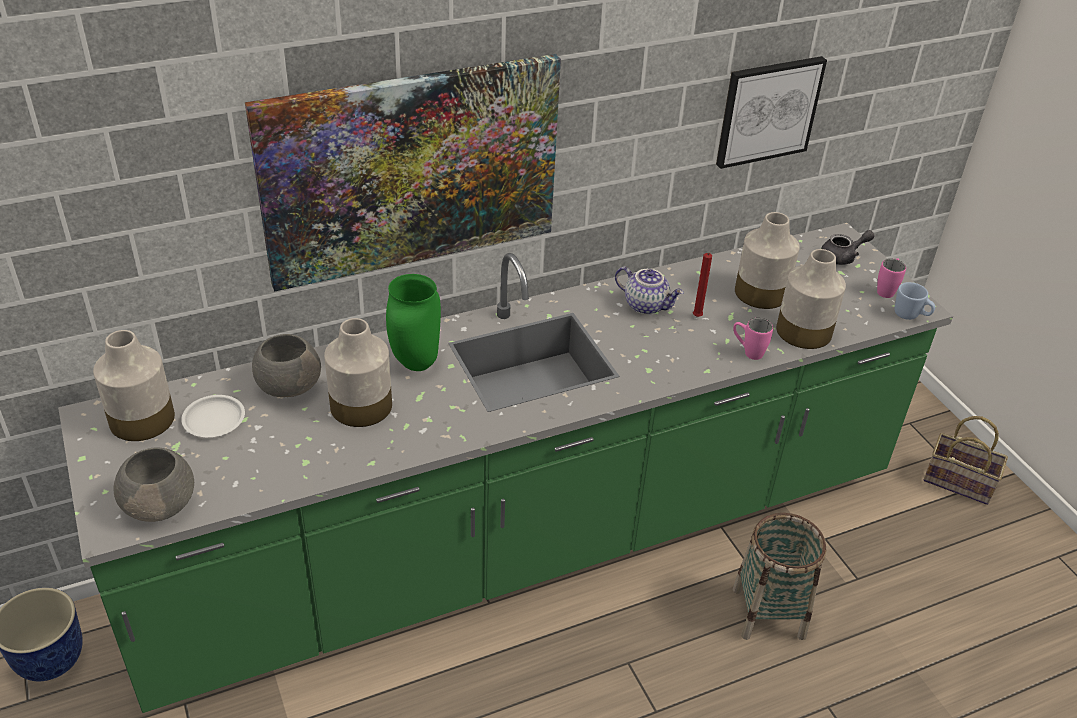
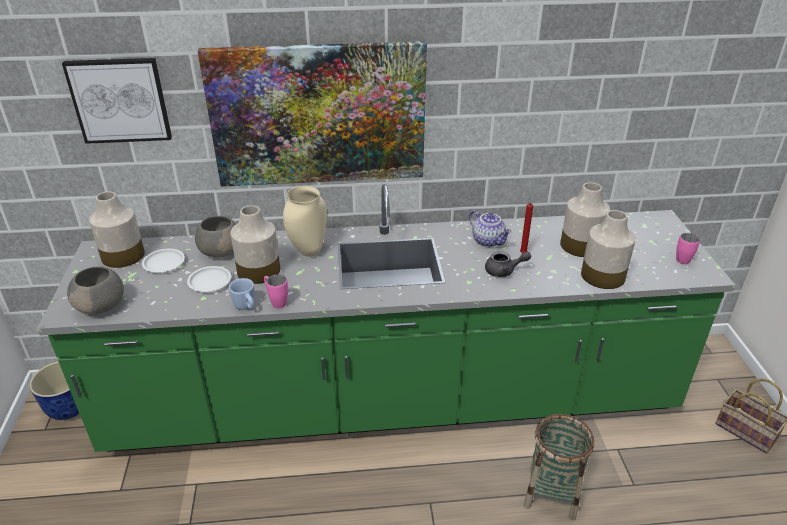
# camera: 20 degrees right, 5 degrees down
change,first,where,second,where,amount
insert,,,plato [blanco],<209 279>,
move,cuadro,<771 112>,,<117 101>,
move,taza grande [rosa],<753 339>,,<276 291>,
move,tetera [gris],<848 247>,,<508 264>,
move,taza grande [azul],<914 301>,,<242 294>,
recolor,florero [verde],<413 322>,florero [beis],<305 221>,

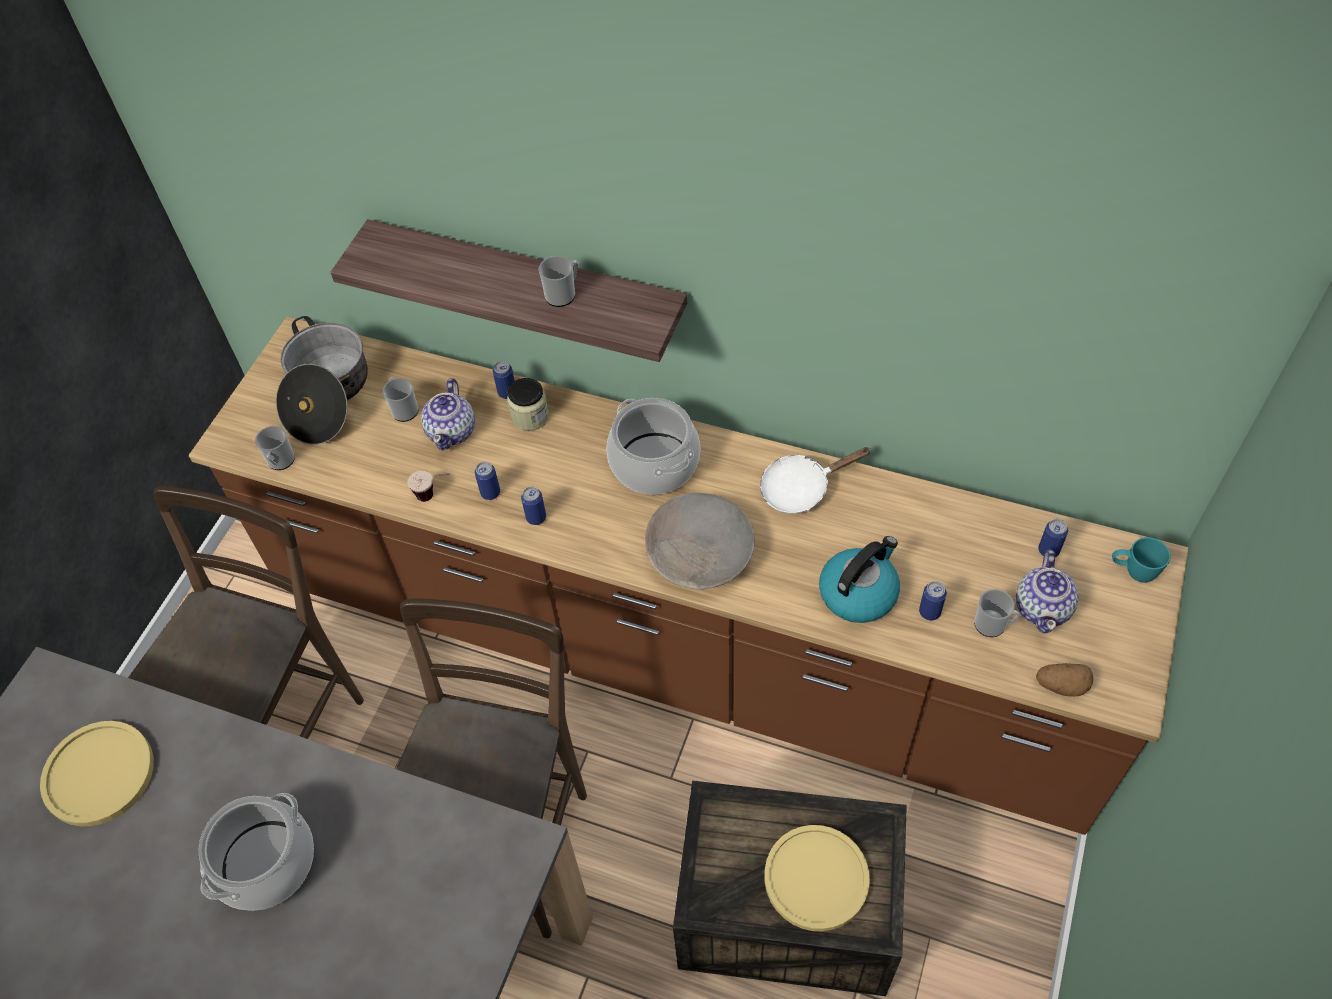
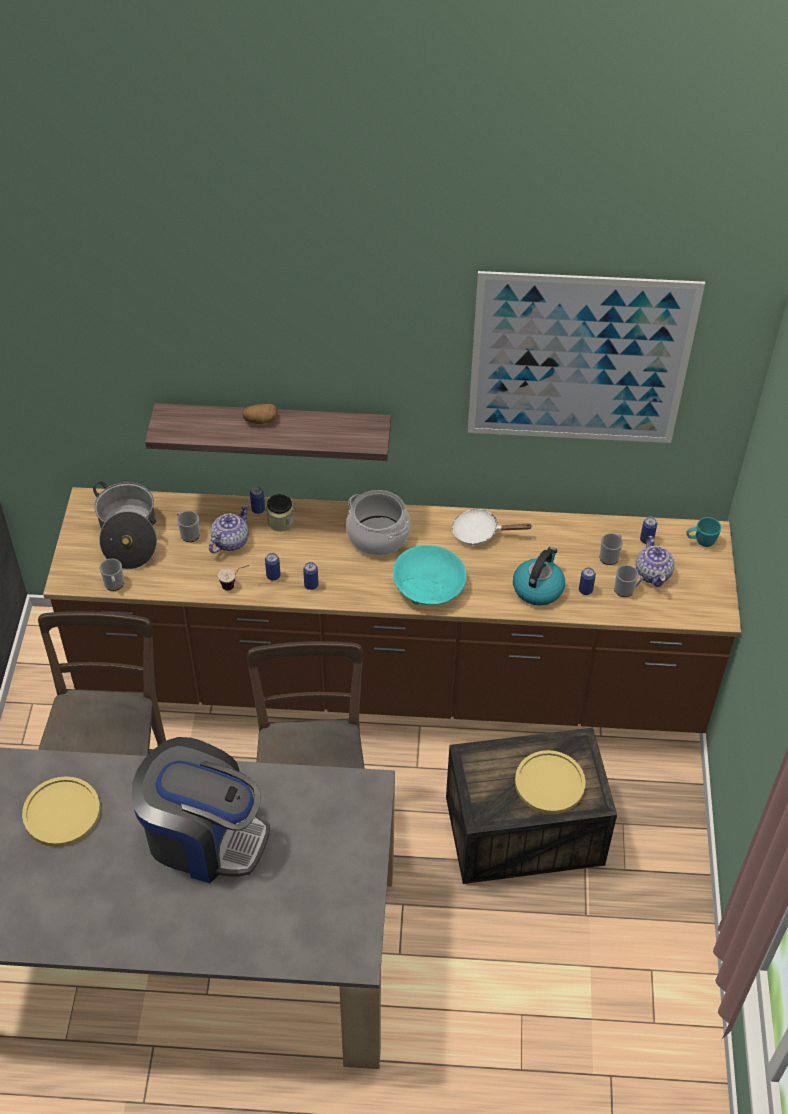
# camera: 20 degrees left, 5 degrees down
change,first,where,second,where,amount
insert,,,cuadro,<586 357>,
move,taza grande,<559 281>,,<611 549>,
move,patata,<1064 680>,,<260 414>,
replace,olla,<256 852>,cafetera,<201 810>,
recolor,cuenco [beis],<700 541>,cuenco [turquesa],<430 575>,
rotate,tetera,<448 414>,,<229 528>,135 degrees counterclockwise
rotate,sartén [blanco],<815 480>,,<492 527>,45 degrees clockwise

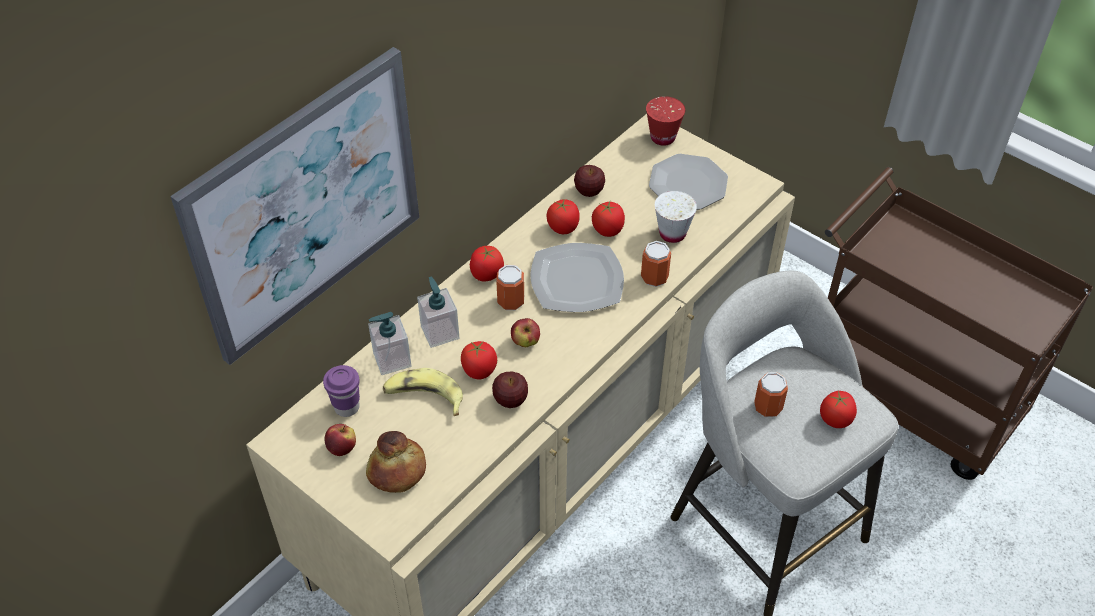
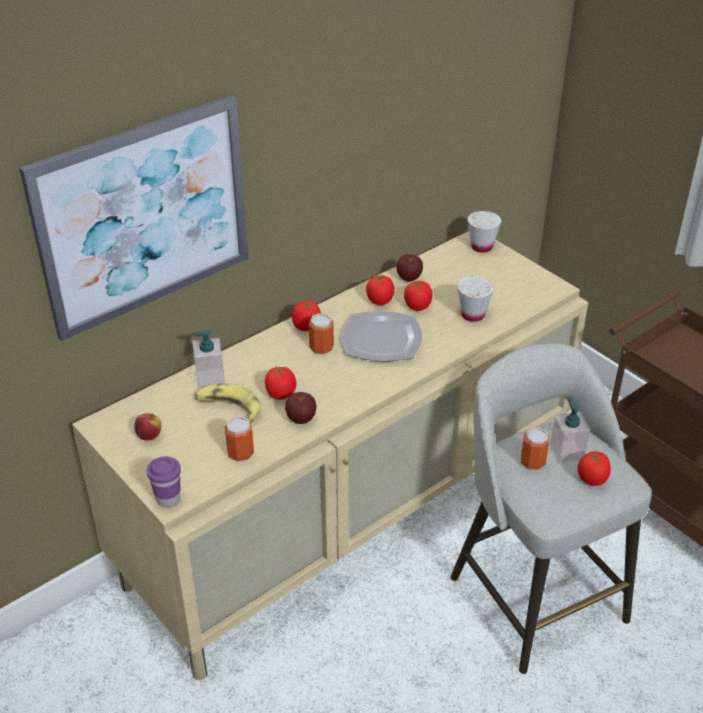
# camera: 10 degrees right, 10 degrees down
change,first,where,second,where,amount
delete,pan,<396 462>,,,
delete,manzana,<525 332>,,,
delete,plato,<688 182>,,,
move,taza [morado],<341 391>,,<164 481>,
move,dispensador de jabón,<438 312>,,<570 430>,
move,lata,<656 264>,,<239 439>,
recolor,taza [rojo],<665 121>,taza [blanco],<484 232>,

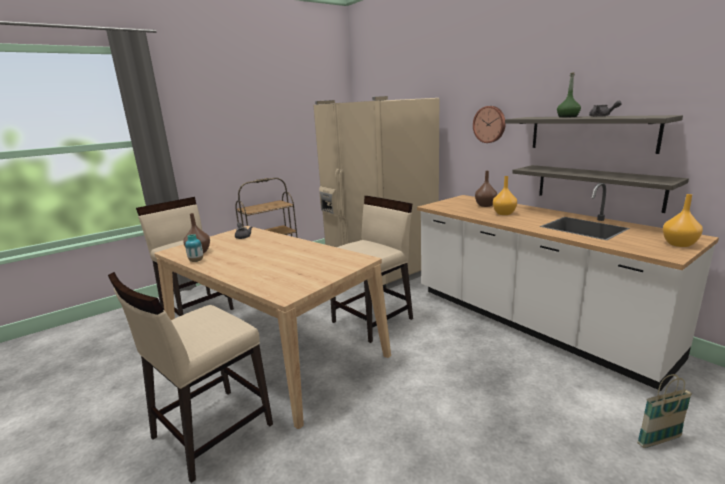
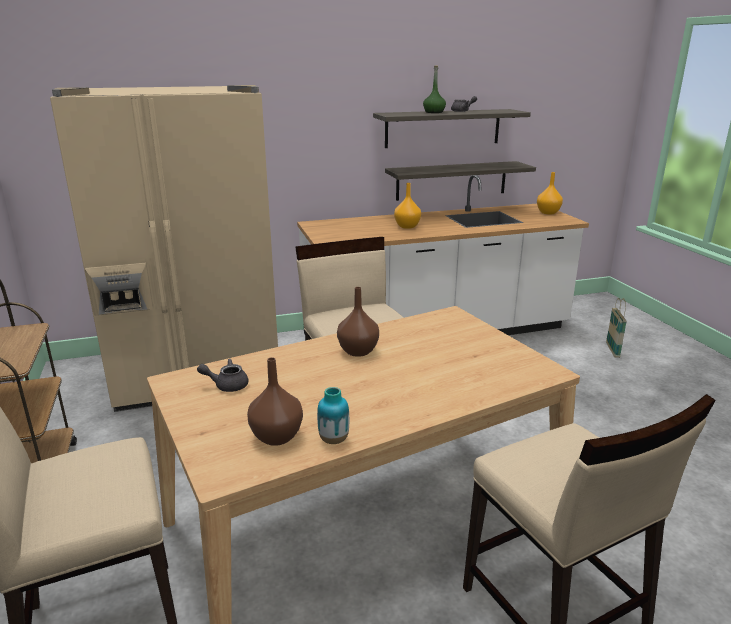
# camera: 70 degrees left, 5 degrees up
change,first,where,second,where,amount
delete,reloj de pared,<489 124>,,,
move,florero [marrón],<486 189>,,<358 322>,

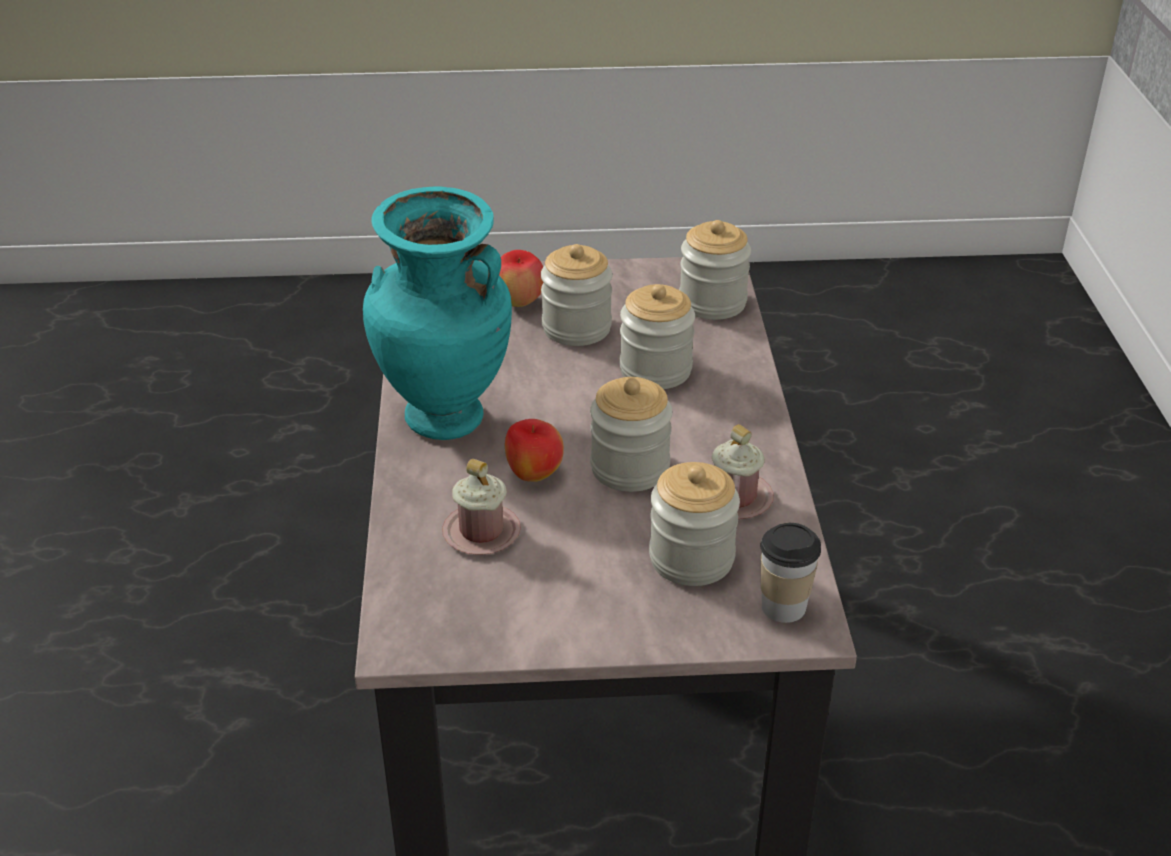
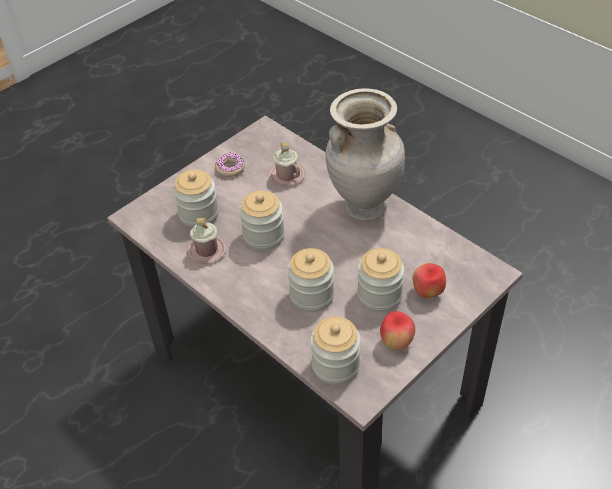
# camera: 140 degrees right, 10 degrees up
change,first,where,second,where,amount
delete,taza,<791 573>,,,
insert,,,rosquilla,<230 165>,
move,manzana,<534 450>,,<397 330>,
recolor,florero [turquesa],<437 313>,florero [beis],<365 154>,

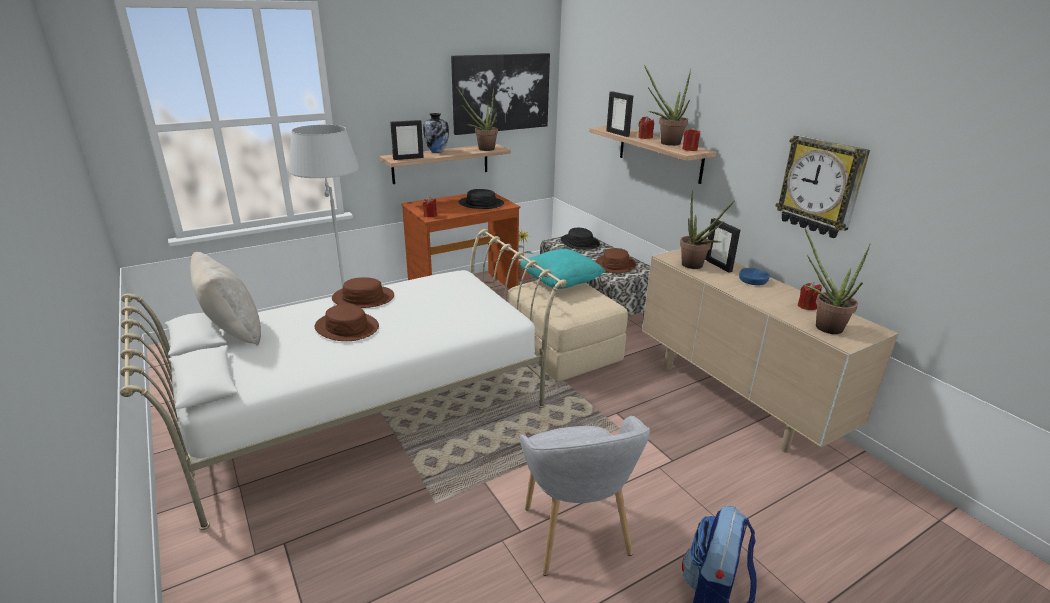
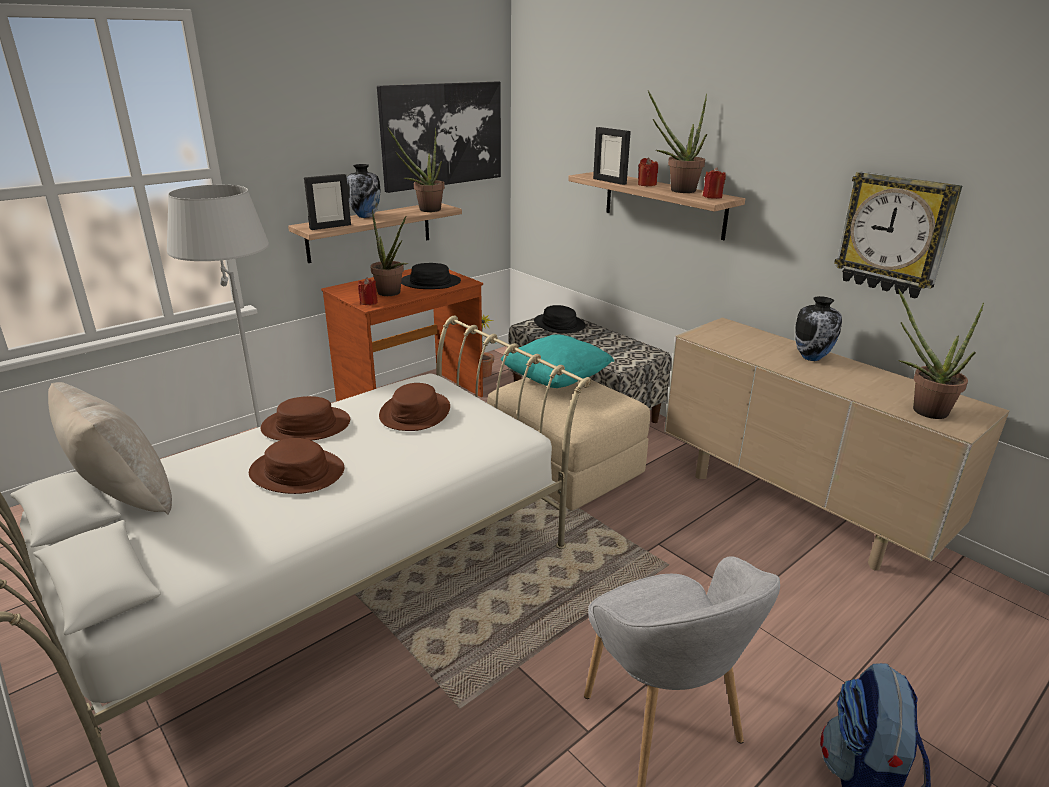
# camera: 10 degrees left, 0 degrees up
change,first,where,second,where,amount
delete,portarretratos,<722 245>,,,
delete,vela [rojo],<810 296>,,,
move,sombrero [marrón],<616 260>,,<414 407>,
move,planta en maceta,<707 229>,,<389 252>,
replace,cuenco [azul],<754 276>,florero,<818 328>,

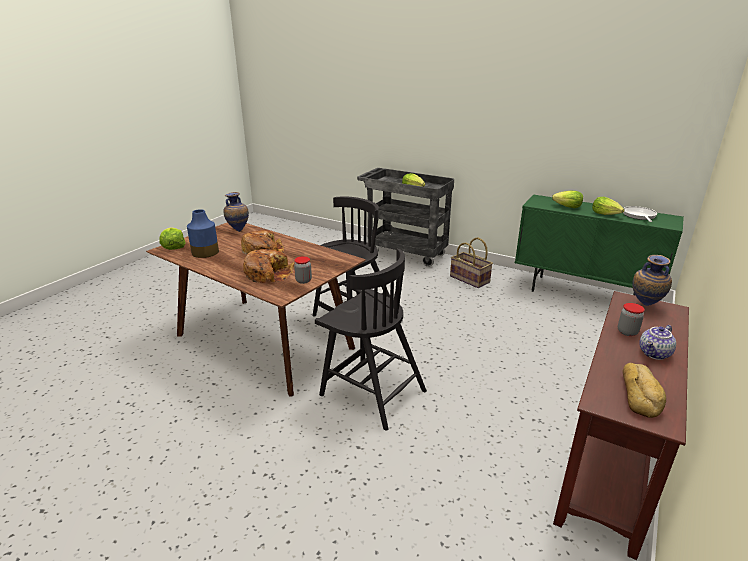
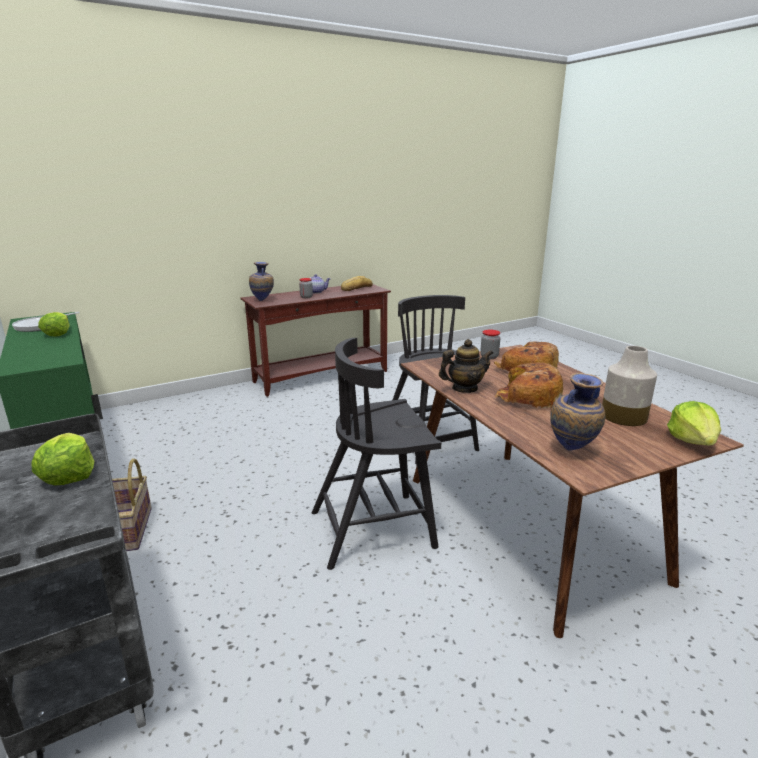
# camera: 150 degrees left, 5 degrees down
change,first,where,second,where,amount
delete,lechuga,<567 199>,,,
insert,,,tetera,<466 366>,
recolor,florero [azul],<203 233>,florero [beis],<629 386>,

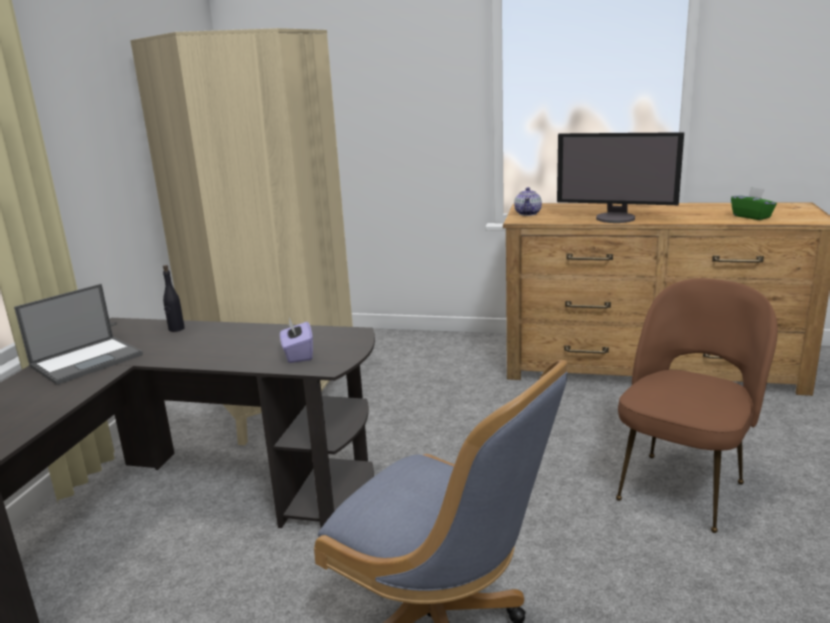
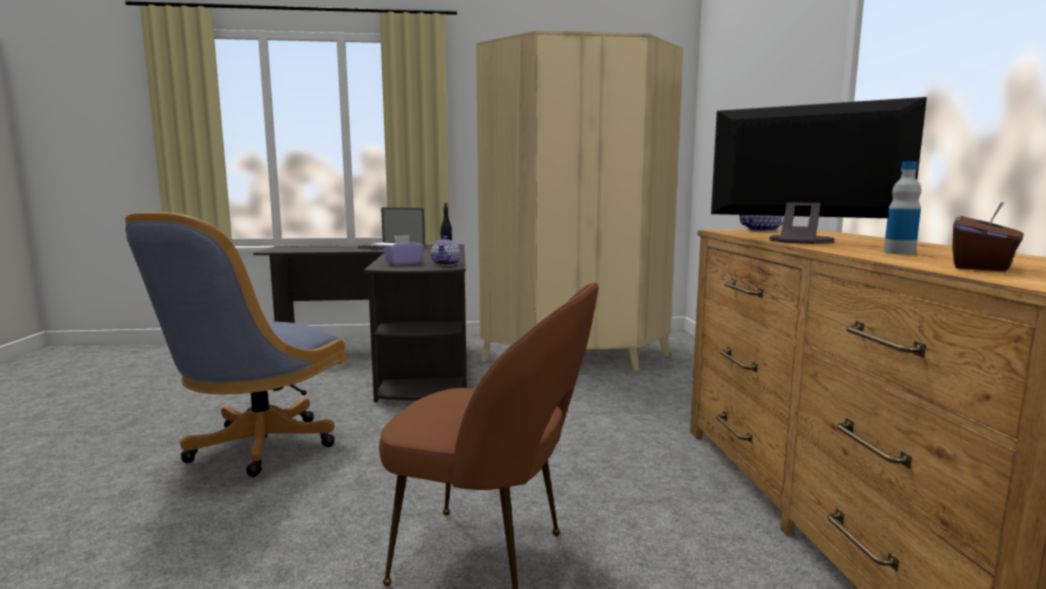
# camera: 70 degrees right, 10 degrees down
change,first,where,second,where,amount
insert,,,tetera,<445 251>,
insert,,,botella,<902 208>,
recolor,caja de pañuelos [verde],<754 203>,caja de pañuelos [marrón],<988 237>,
rotate,monitor,<620 177>,,<819 170>,120 degrees clockwise

